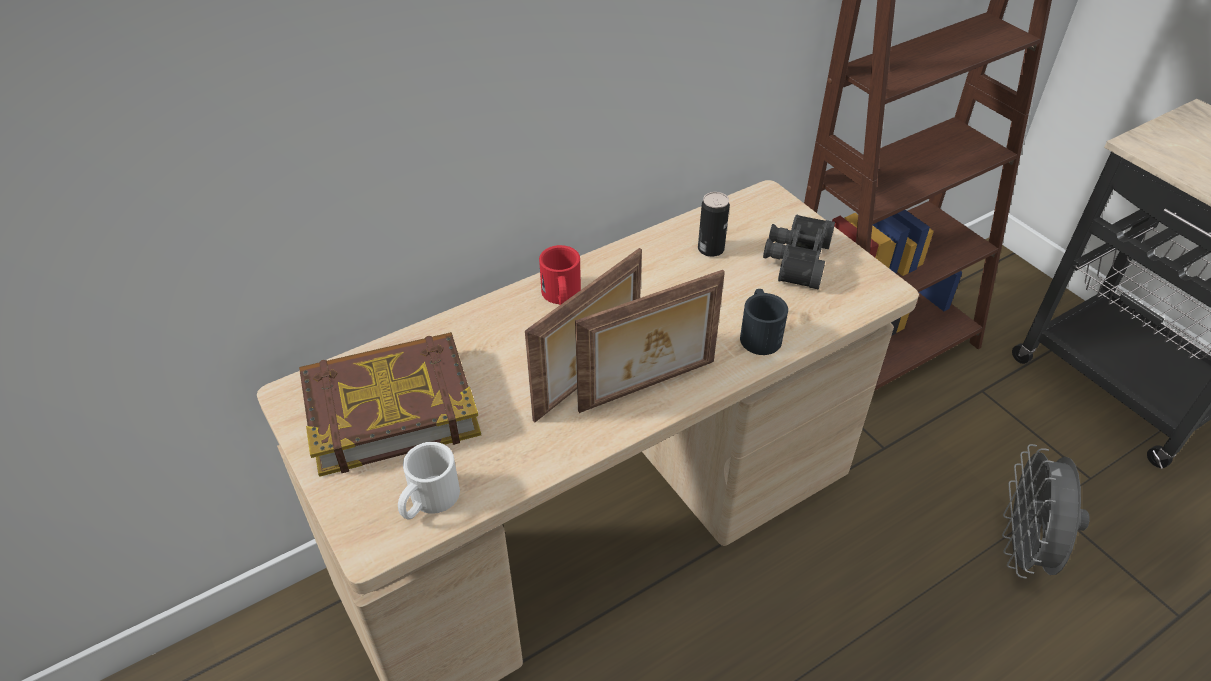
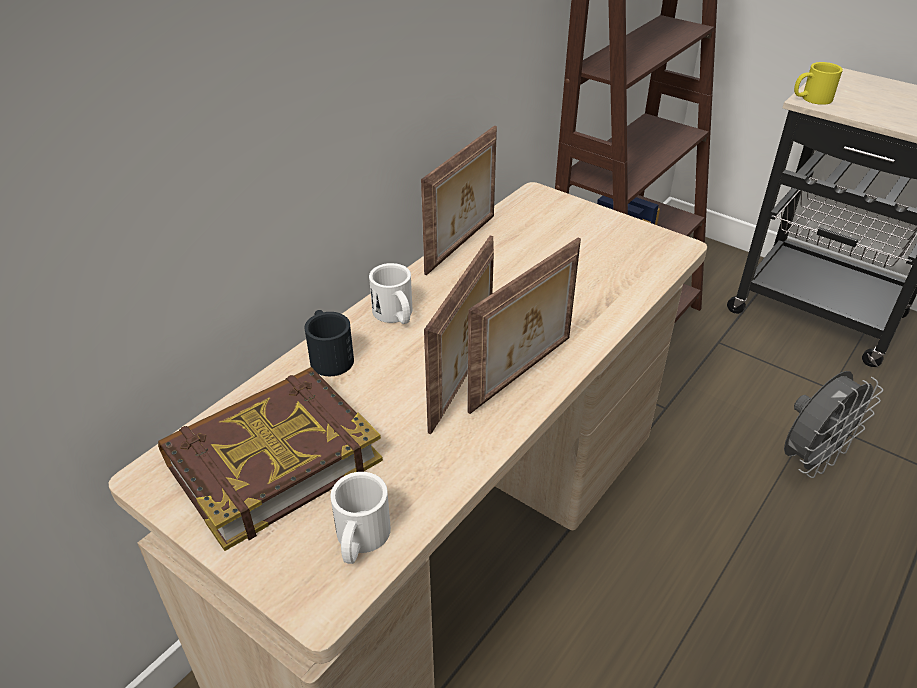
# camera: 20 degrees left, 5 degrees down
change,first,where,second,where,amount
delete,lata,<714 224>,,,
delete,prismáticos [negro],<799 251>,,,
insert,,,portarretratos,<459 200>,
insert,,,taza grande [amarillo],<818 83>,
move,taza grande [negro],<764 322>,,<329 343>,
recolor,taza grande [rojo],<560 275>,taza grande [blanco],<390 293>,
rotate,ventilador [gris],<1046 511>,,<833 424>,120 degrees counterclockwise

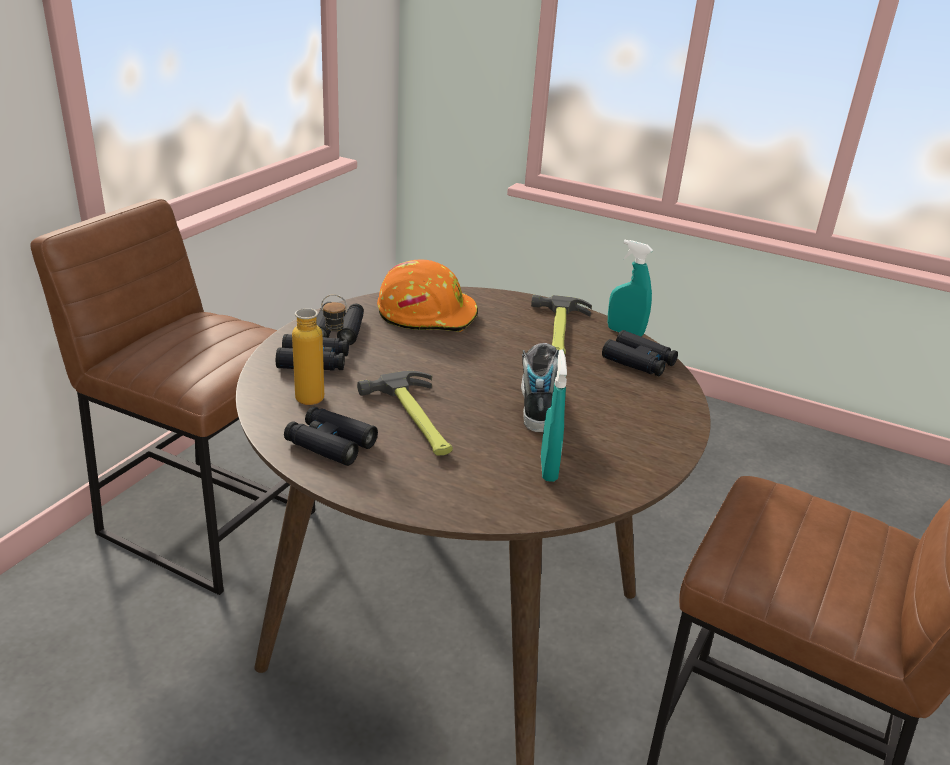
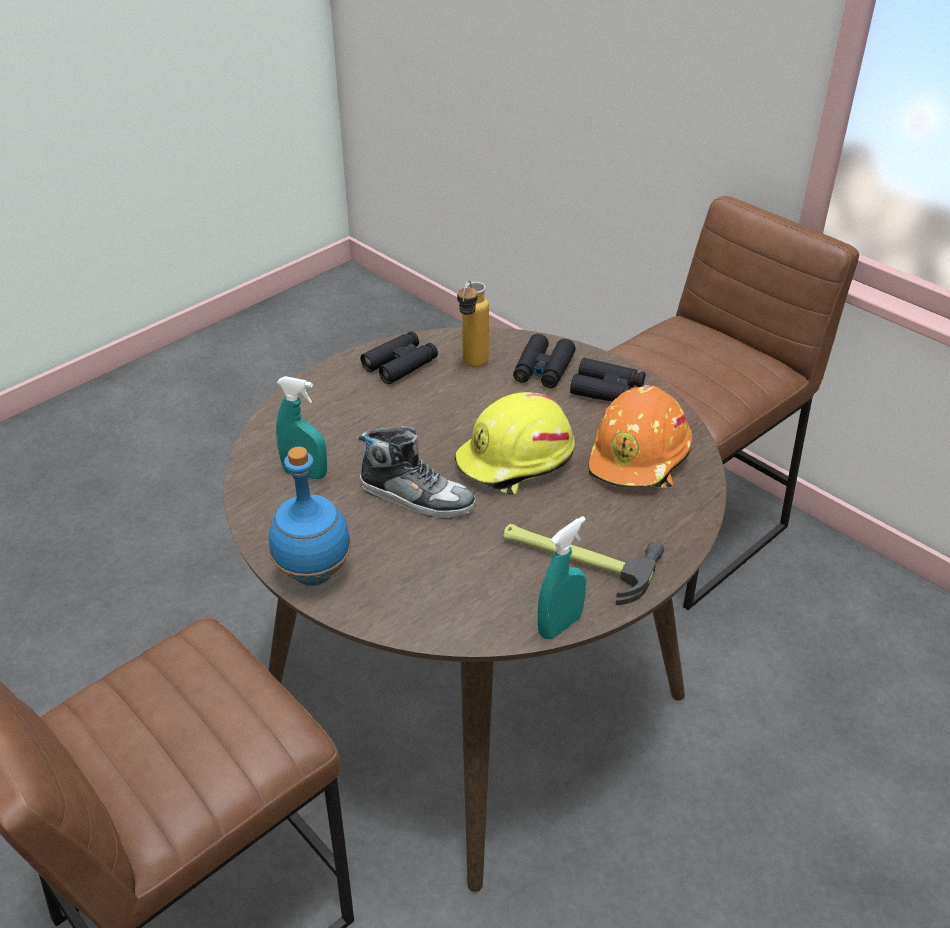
# camera: 110 degrees right, 10 degrees up
change,first,where,second,where,amount
delete,martillo,<405 413>,,,
delete,prismáticos [negro],<640 353>,,,
insert,,,botella [azul],<309 516>,
insert,,,casco [amarillo],<514 443>,

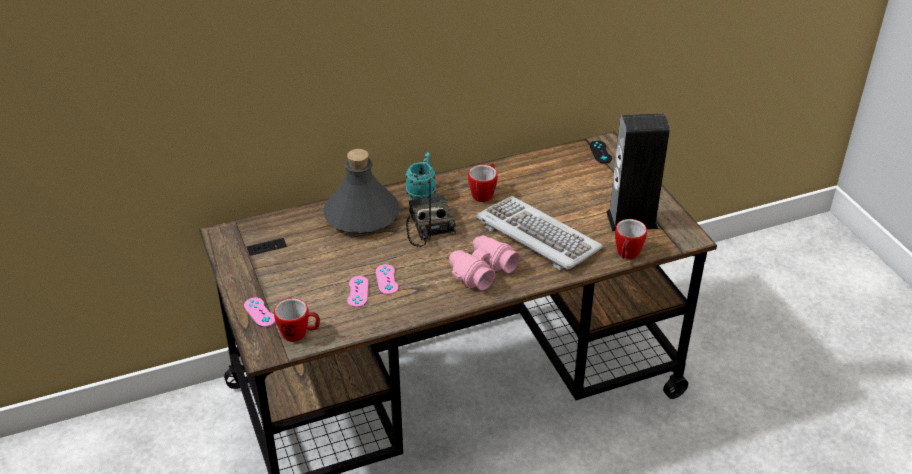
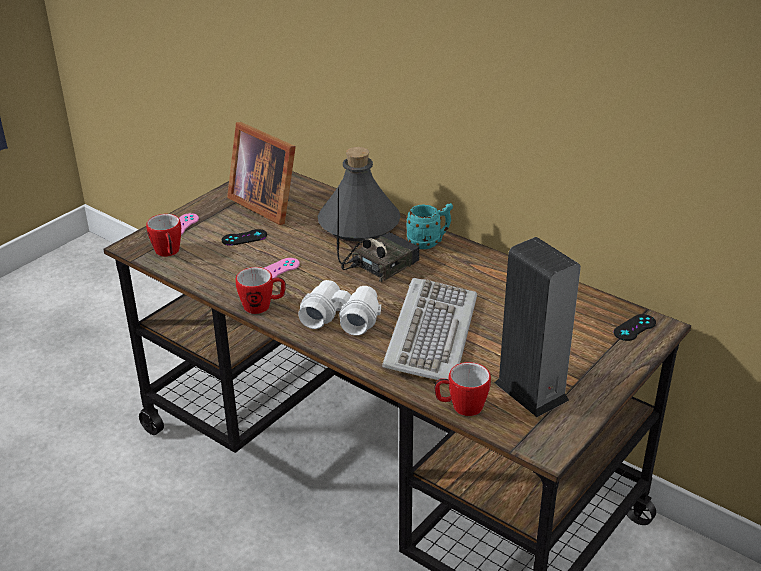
# camera: 60 degrees right, 5 degrees down
change,first,where,second,where,amount
delete,mando de consola [rosa],<358 291>,,,
insert,,,mando de consola [negro],<244 237>,
insert,,,portarretratos,<261 173>,
move,taza grande,<483 182>,,<261 290>,
recolor,prismáticos [rosa],<484 262>,prismáticos [blanco],<339 308>,

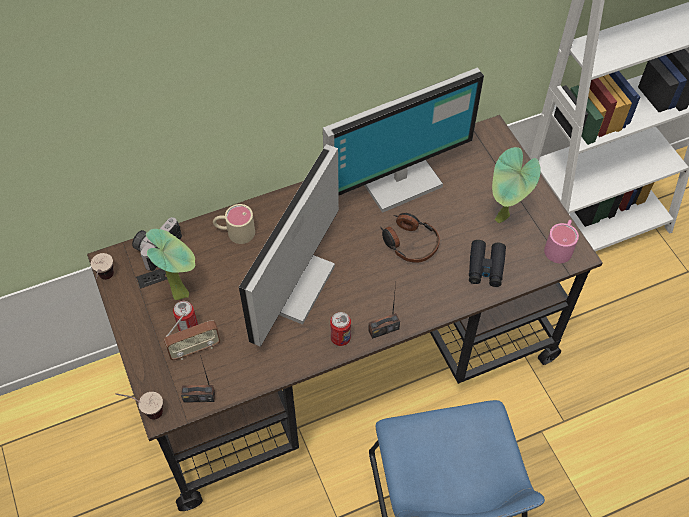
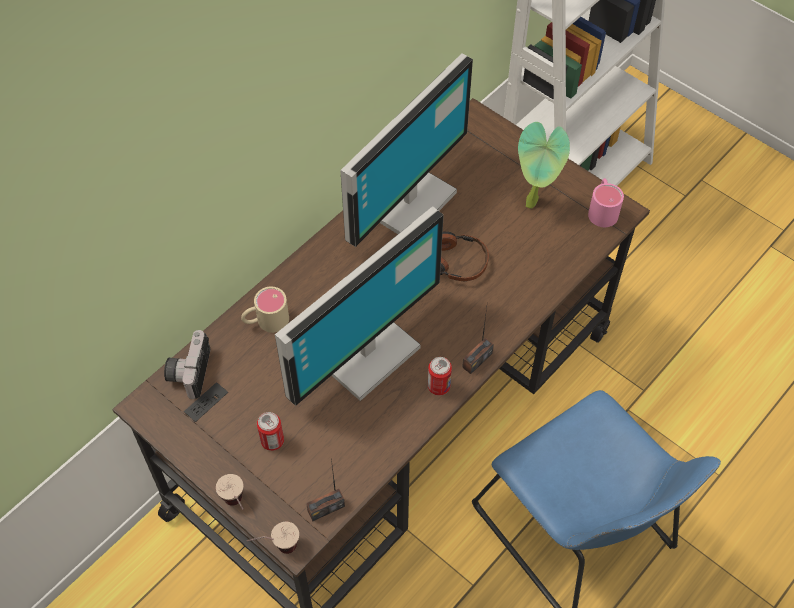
# camera: 25 degrees left, 0 degrees up
change,first,where,second,where,amount
delete,planta en maceta,<170 264>,,,
delete,radio,<192 336>,,,
delete,prismáticos [negro],<487 263>,,,
move,taza,<102 266>,,<229 492>,
rotate,monitor,<289 245>,,<359 306>,135 degrees counterclockwise

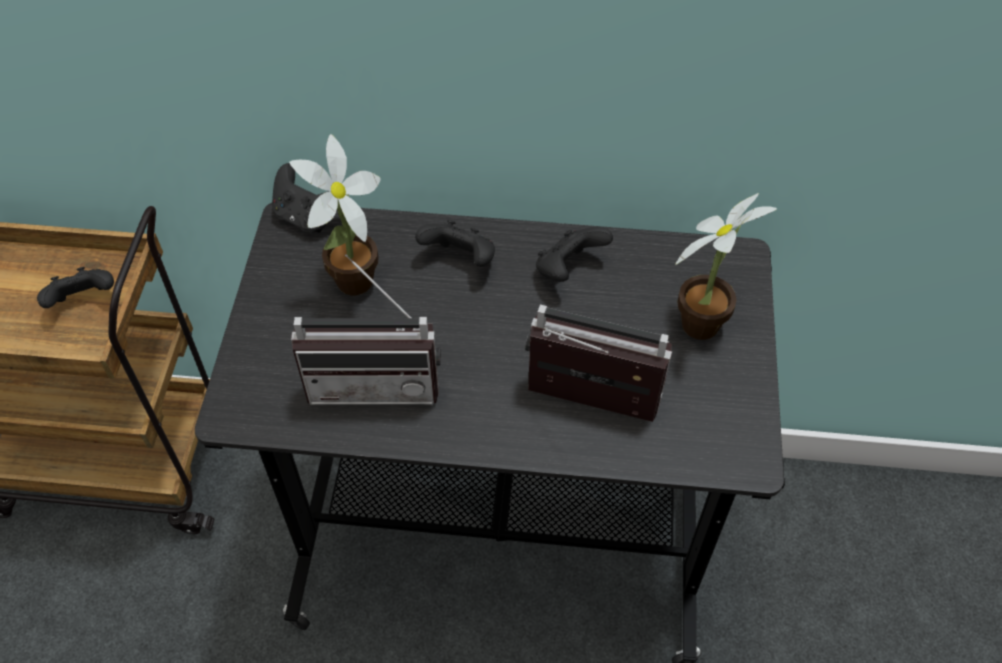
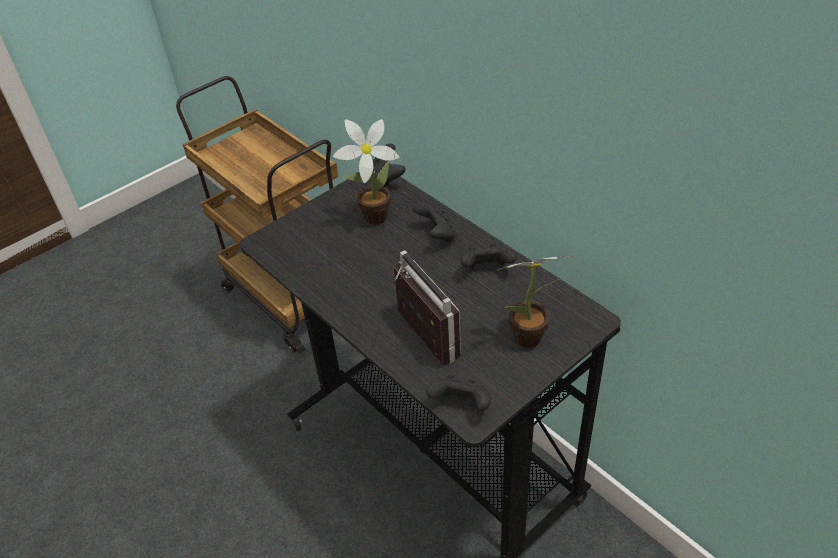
# camera: 45 degrees right, 10 degrees down
change,first,where,second,where,amount
delete,radio,<366 329>,,,
move,mando de consola [negro],<75 287>,,<458 393>,

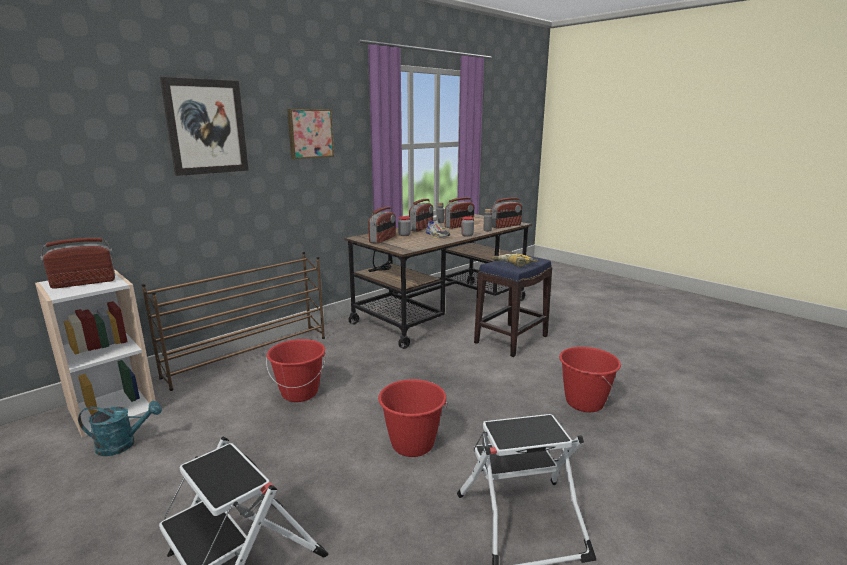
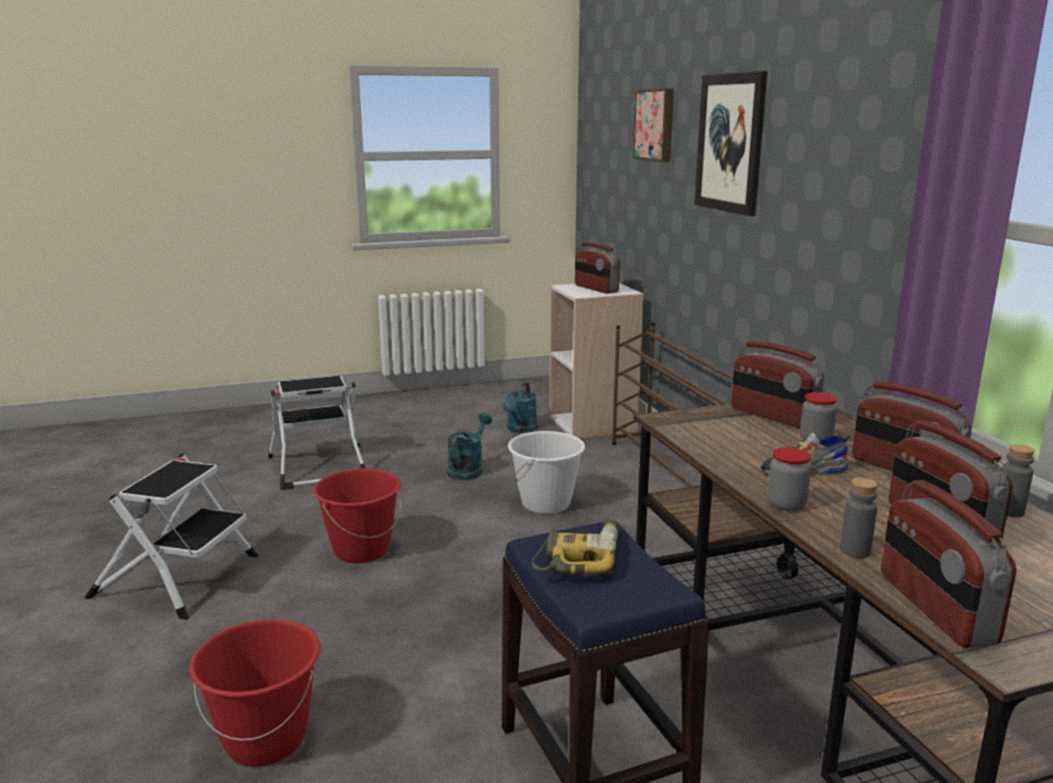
# camera: 115 degrees right, 0 degrees up
change,first,where,second,where,amount
insert,,,regadera [turquesa],<469 446>,
move,cuadro,<310 134>,,<653 125>,
recolor,cubo [rojo],<296 370>,cubo [blanco],<546 472>,
rotate,radio,<77 263>,,<597 268>,150 degrees clockwise

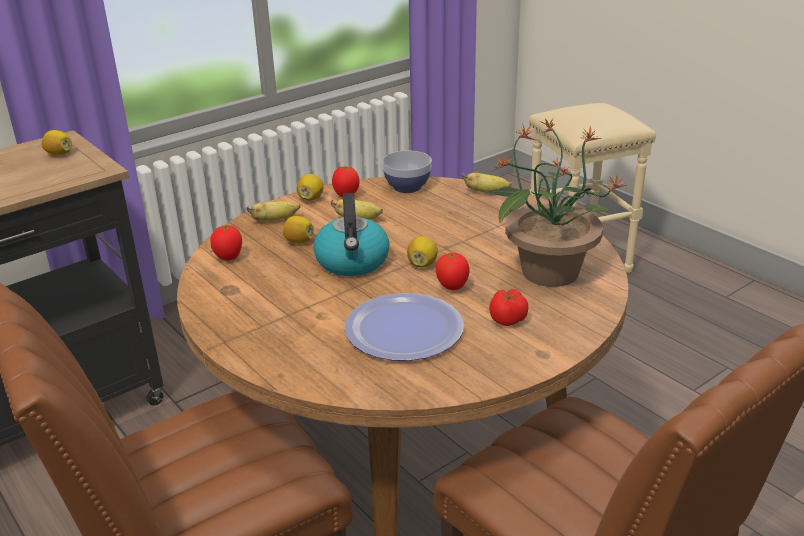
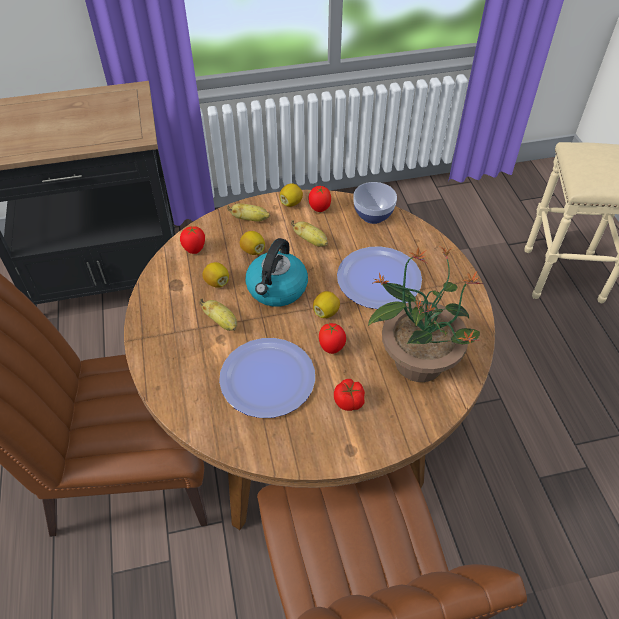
# camera: 25 degrees right, 20 degrees up
change,first,where,second,where,amount
insert,,,plato,<379 277>,
move,limón,<57 142>,,<215 275>,
move,plátano,<487 183>,,<218 314>,

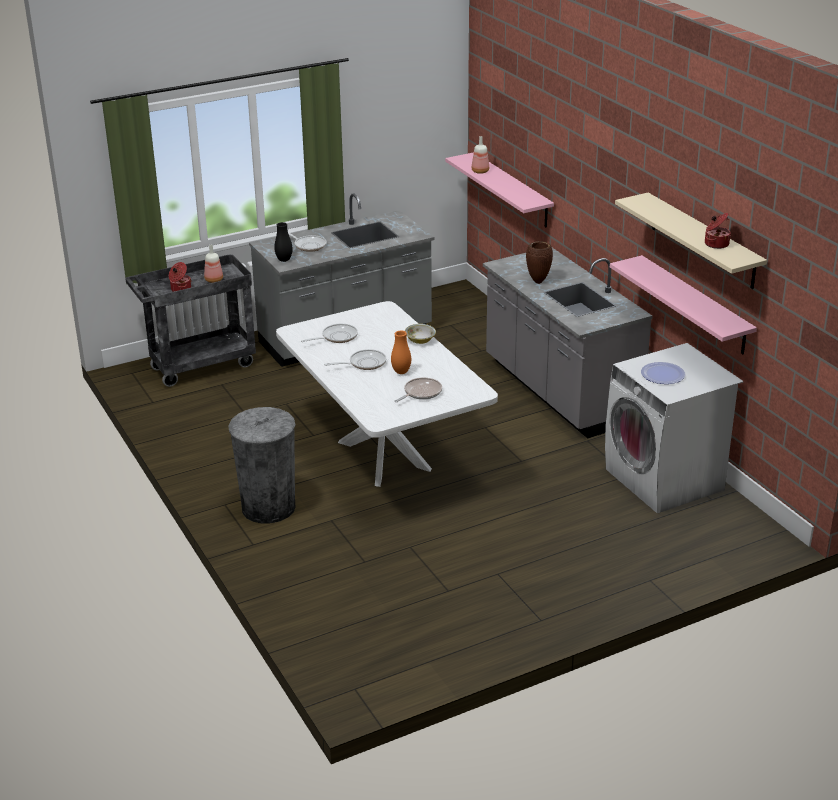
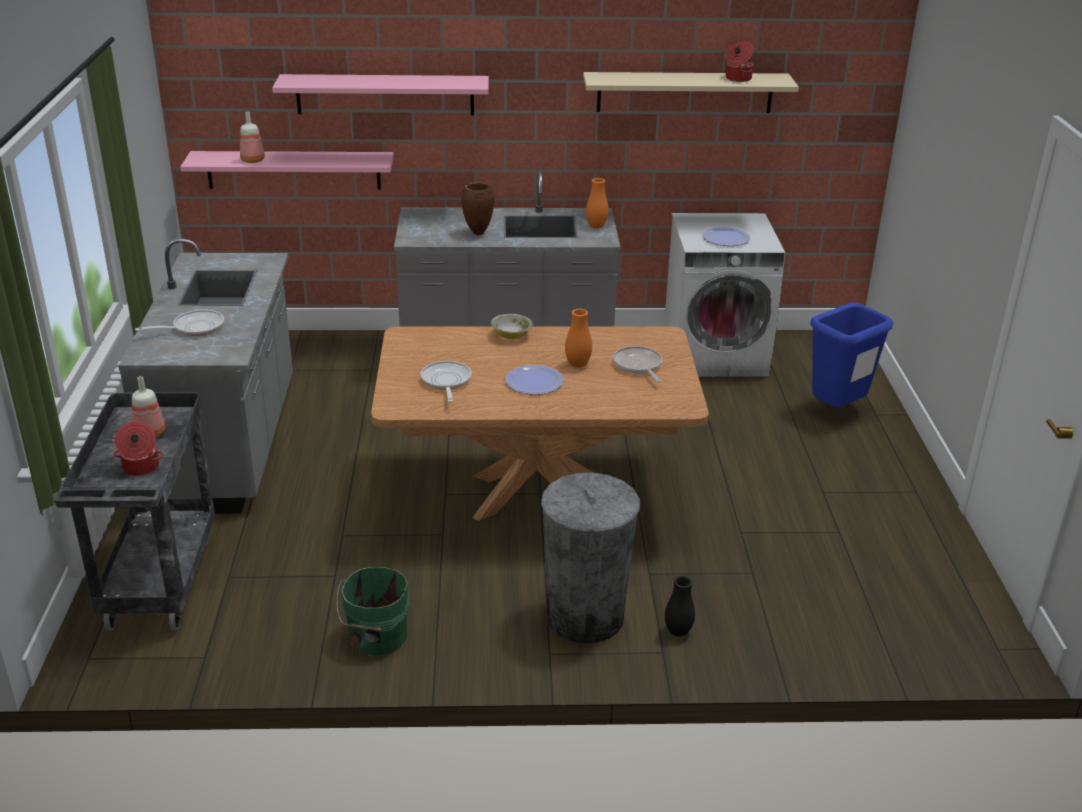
# camera: 65 degrees left, 0 degrees up
change,first,where,second,where,amount
insert,,,cubo [verde],<373 611>,
insert,,,florero [naranja],<597 203>,
insert,,,papelera [azul],<851 354>,
move,florero [negro],<283 242>,,<680 606>,
move,estante [rosa],<683 304>,,<380 94>,
replace,sartén,<355 359>,plato,<534 380>,
recolor,mesa de comedor [blanco],<387 394>,mesa de comedor [marrón],<539 423>,

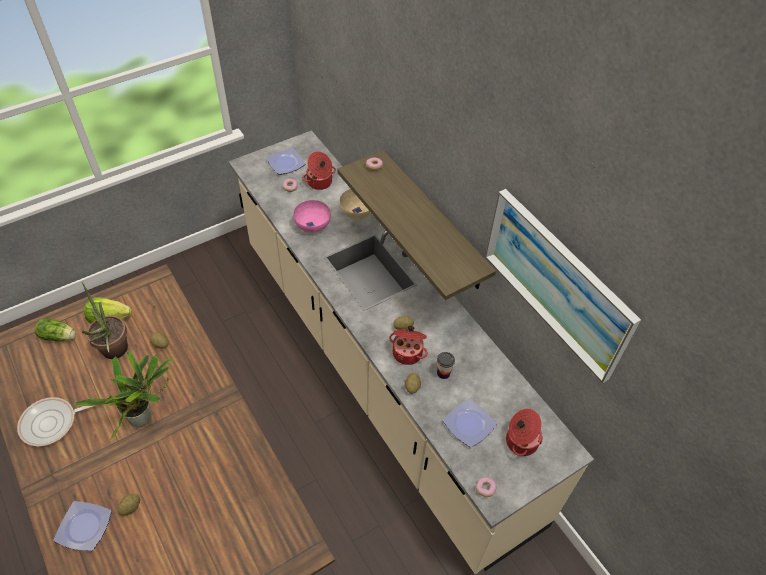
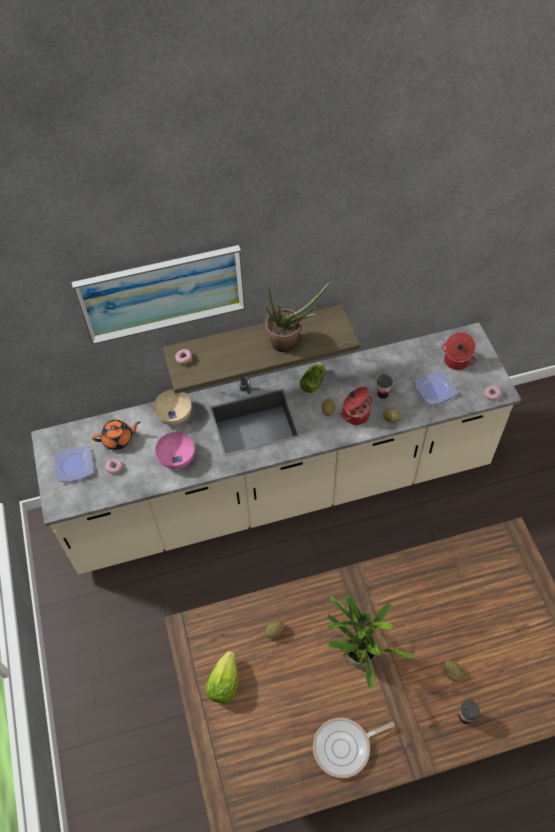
# camera: 70 degrees left, 5 degrees up
change,first,where,second,where,amount
move,lechuga,<55 330>,,<312 377>,
move,planta en maceta,<105 320>,,<297 317>,
move,cuadro,<563 286>,,<159 295>,
replace,plato,<82 526>,taza,<469 712>,
replace,olla,<319 170>,tetera [naranja],<116 435>,
rotate,sartén,<57 421>,,<354 748>,75 degrees clockwise

